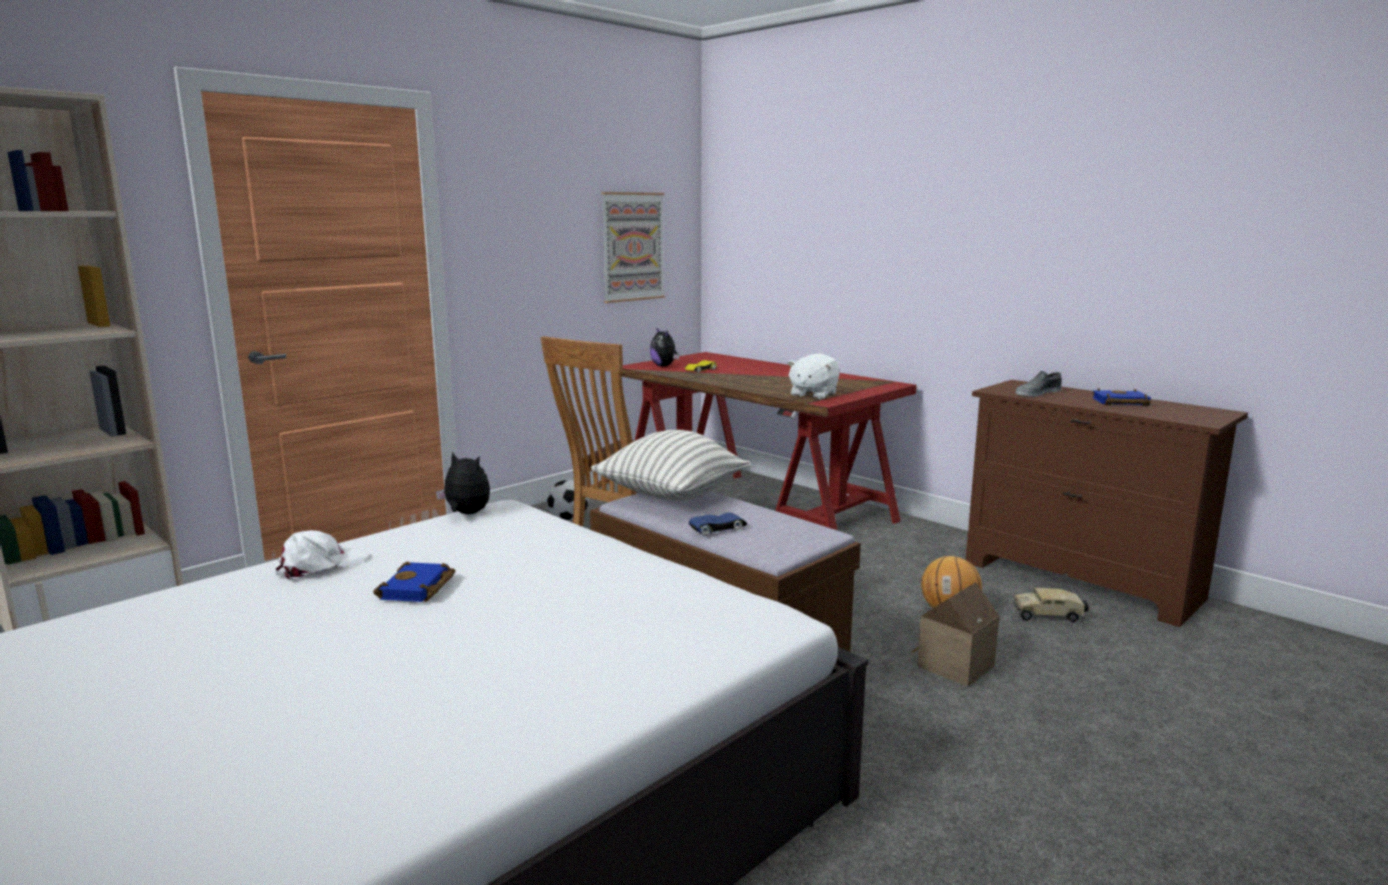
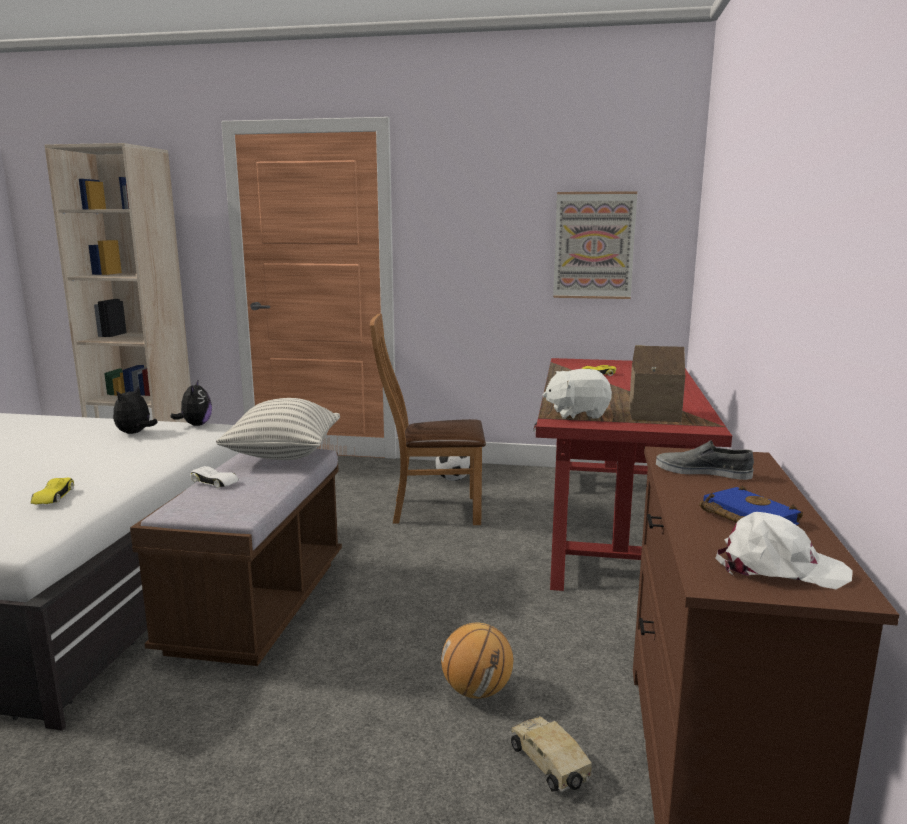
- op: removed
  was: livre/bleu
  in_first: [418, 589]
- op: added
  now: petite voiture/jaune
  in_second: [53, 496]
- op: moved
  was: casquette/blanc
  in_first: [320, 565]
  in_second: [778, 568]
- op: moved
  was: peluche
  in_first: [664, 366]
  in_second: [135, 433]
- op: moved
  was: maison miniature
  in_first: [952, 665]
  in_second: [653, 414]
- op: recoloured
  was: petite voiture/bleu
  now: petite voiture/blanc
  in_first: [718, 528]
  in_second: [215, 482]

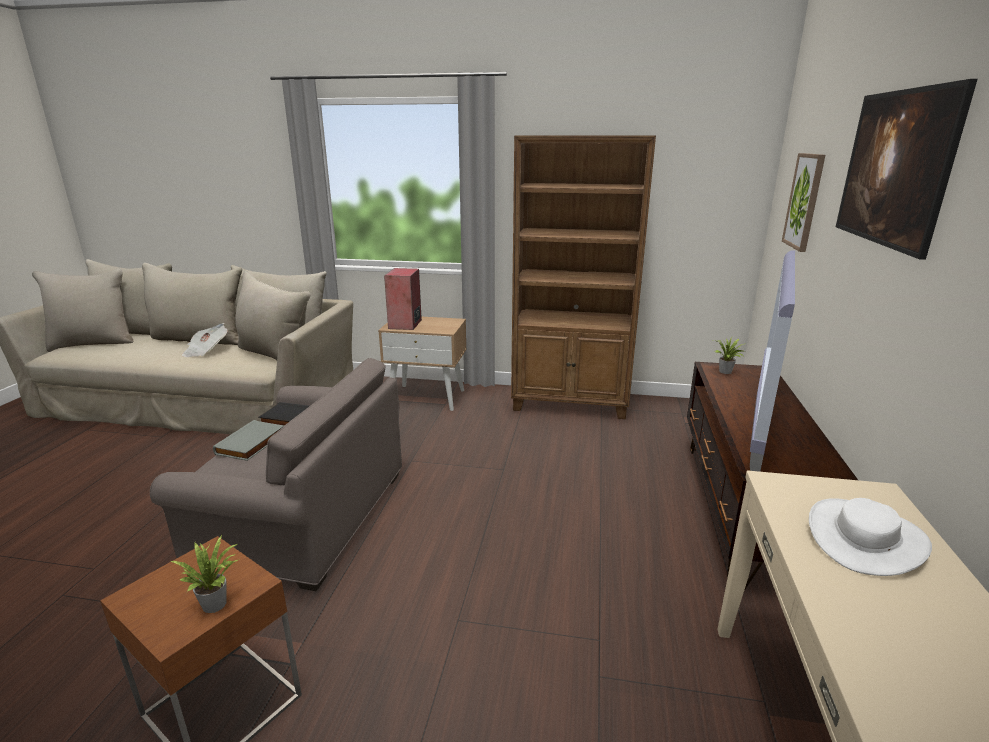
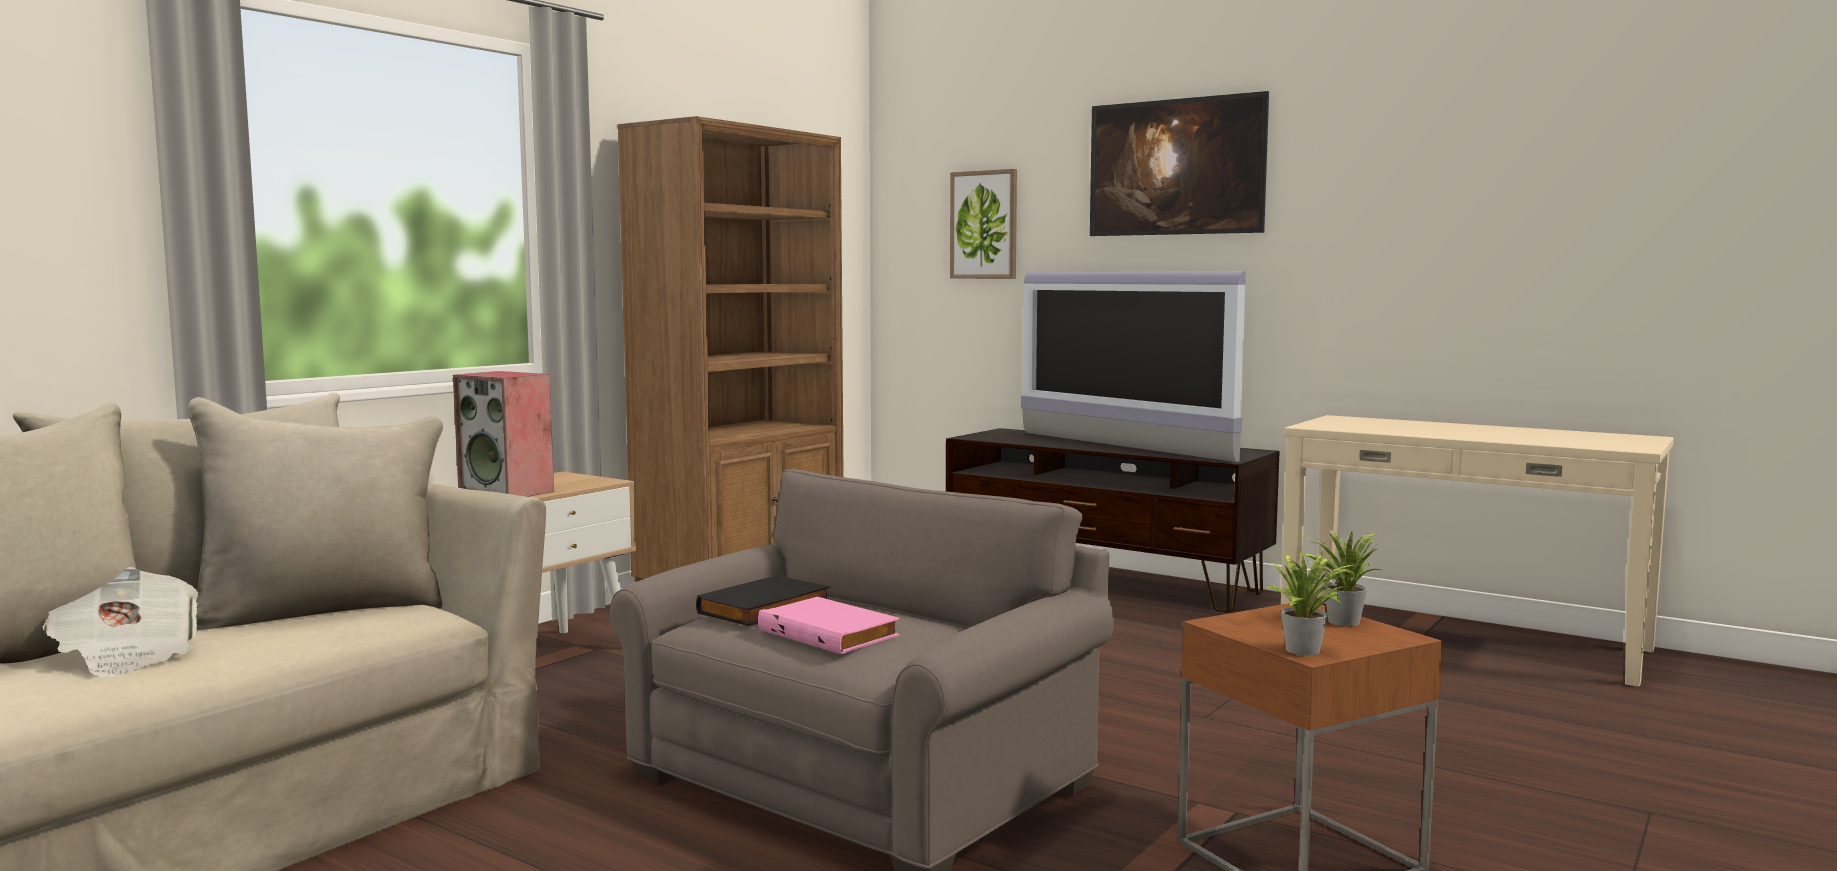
- op: removed
  was: chapeau/blanc
  in_first: [865, 538]
- op: moved
  was: plante en pot
  in_first: [726, 372]
  in_second: [1307, 651]
- op: recoloured
  was: livre/gris
  now: livre/rose
  in_first: [252, 444]
  in_second: [831, 632]

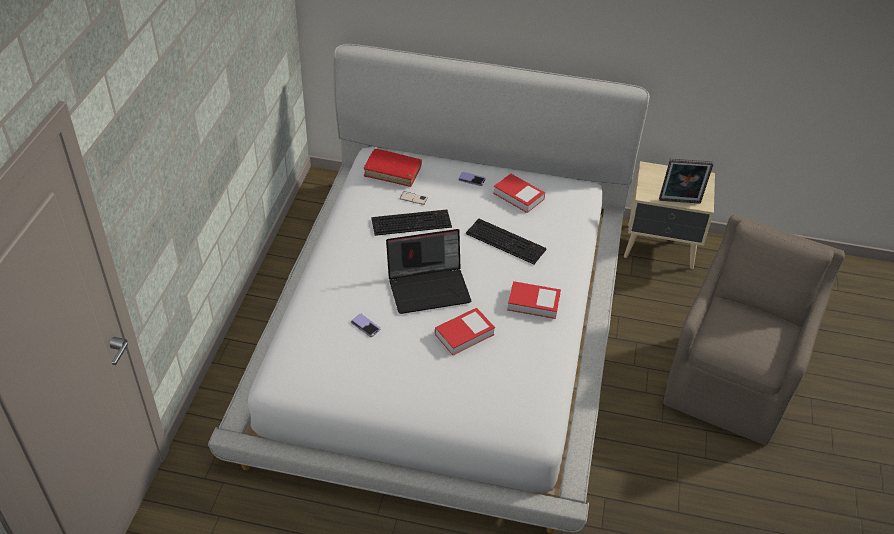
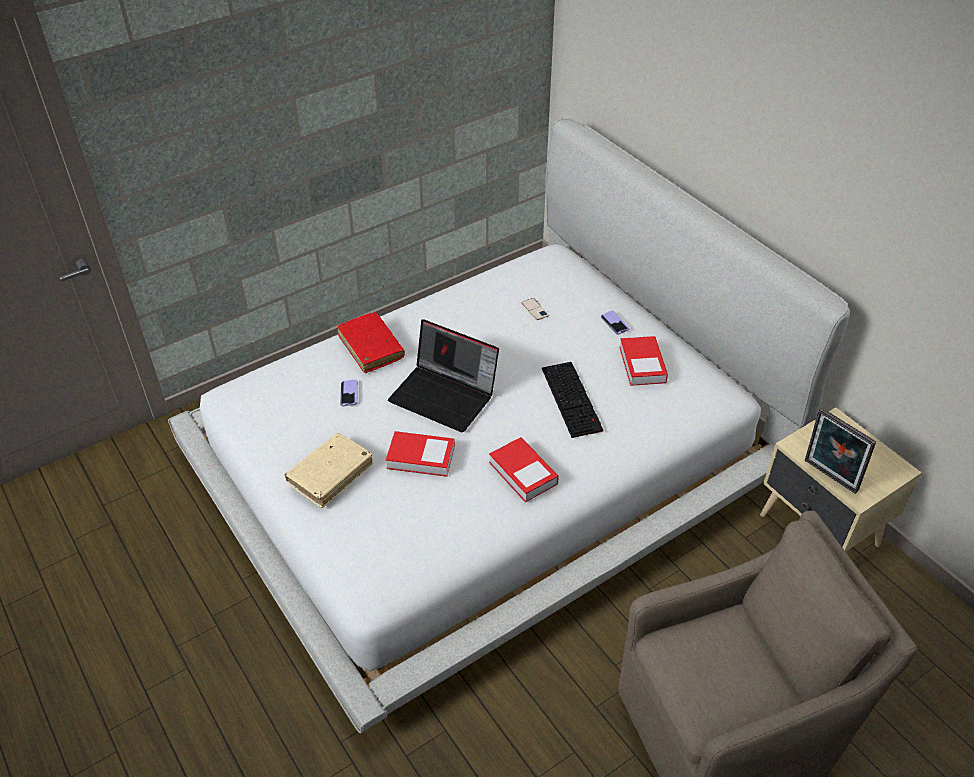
- op: removed
  was: clavier
  in_first: [412, 222]
- op: added
  now: livre/beige
  in_second: [330, 474]
- op: moved
  was: livre/rouge
  in_first: [392, 172]
  in_second: [371, 348]

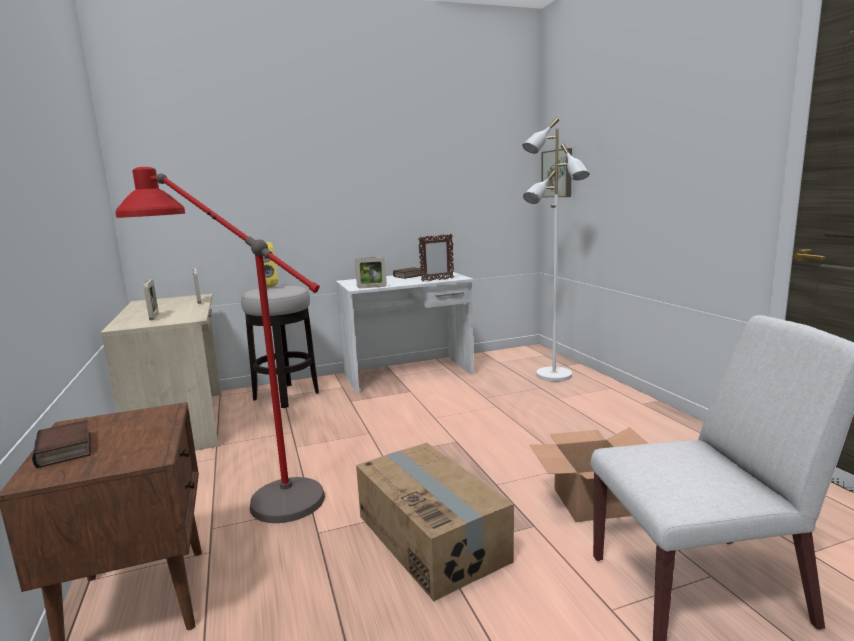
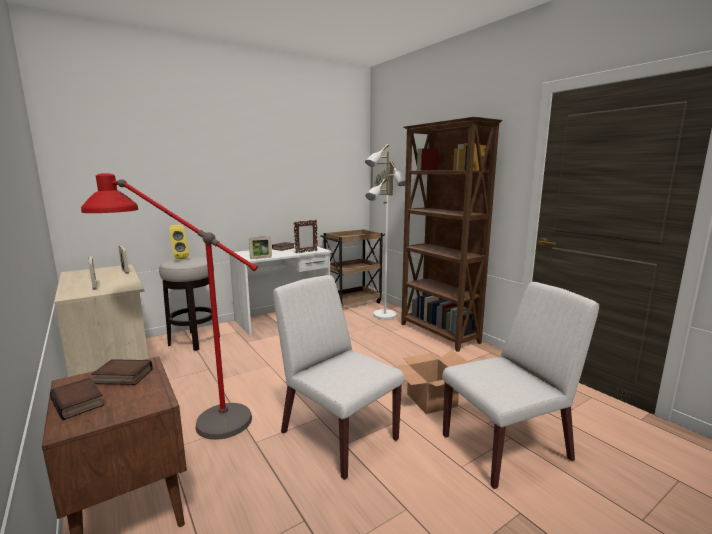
- op: added
  now: livre
  in_second: [122, 377]
- op: added
  now: chariot/marron
  in_second: [353, 302]
- op: added
  now: bibliothèque/marron
  in_second: [439, 333]
- op: replaced
  was: carton
  now: chaise/blanc
  in_first: [432, 537]
  in_second: [337, 435]

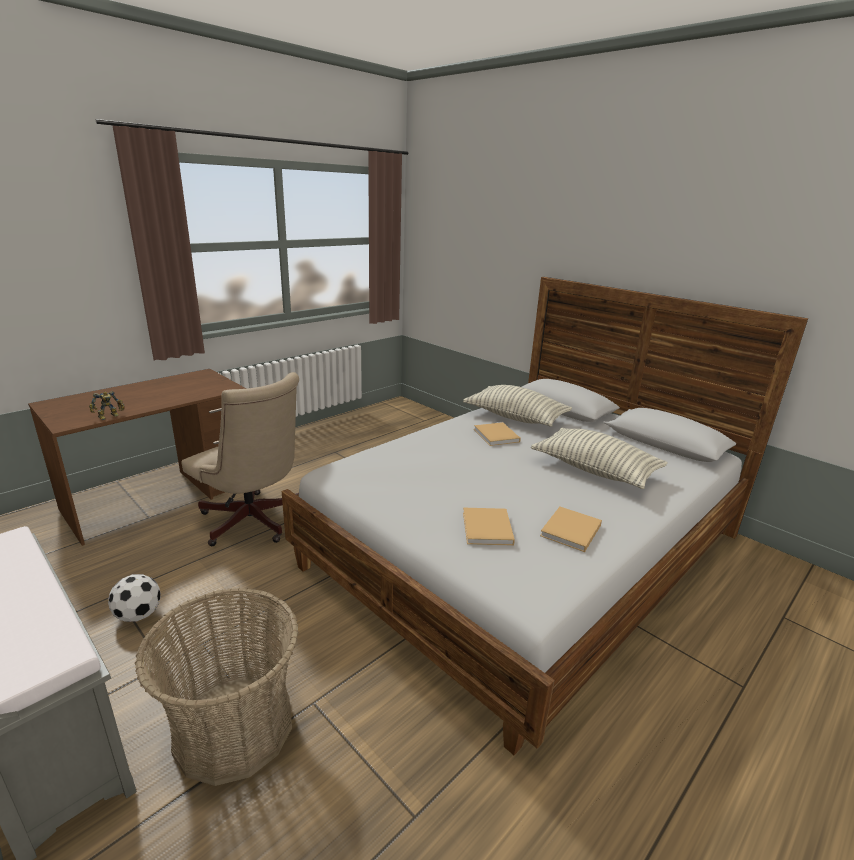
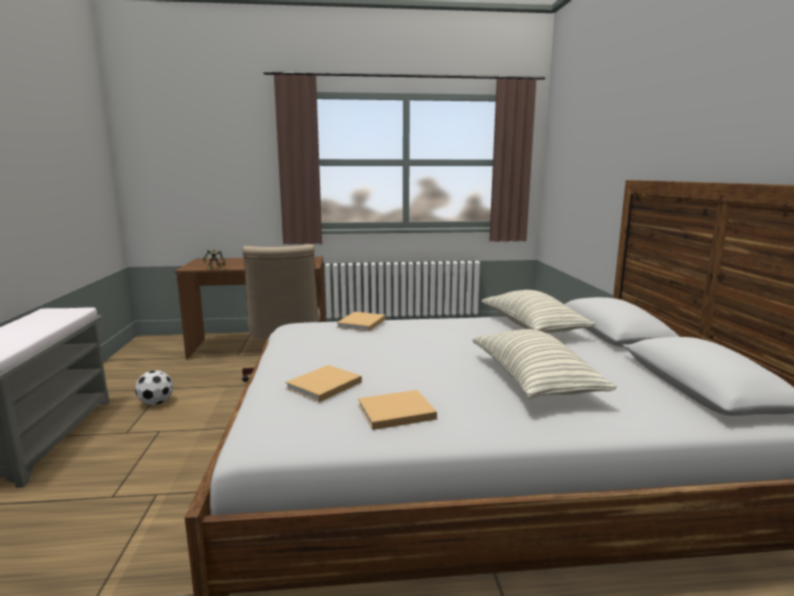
- op: removed
  was: panier
  in_first: [233, 727]
- op: moved
  was: livre/beige
  in_first: [497, 436]
  in_second: [361, 323]

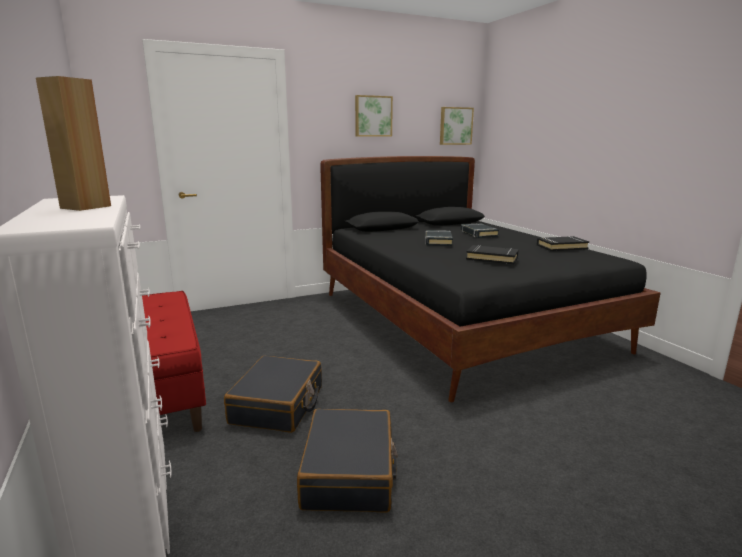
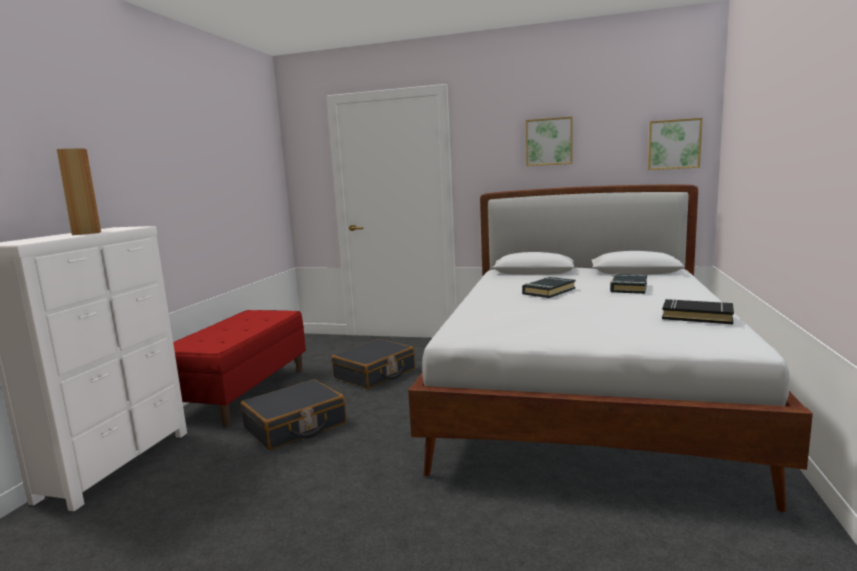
- op: removed
  was: livre/noir
  in_first: [492, 258]
- op: moved
  was: valise/noir
  in_first: [349, 473]
  in_second: [375, 374]
- op: recoloured
  was: lit/noir
  now: lit/blanc
  in_first: [459, 321]
  in_second: [585, 398]

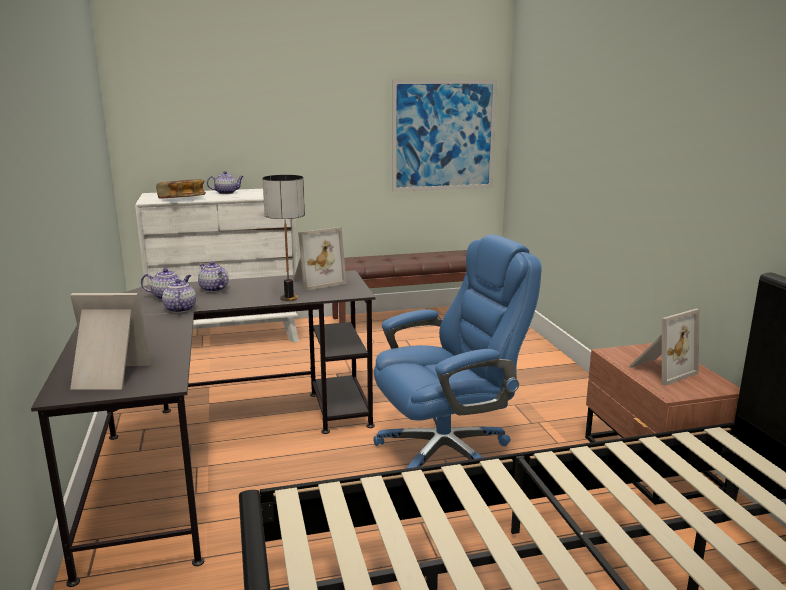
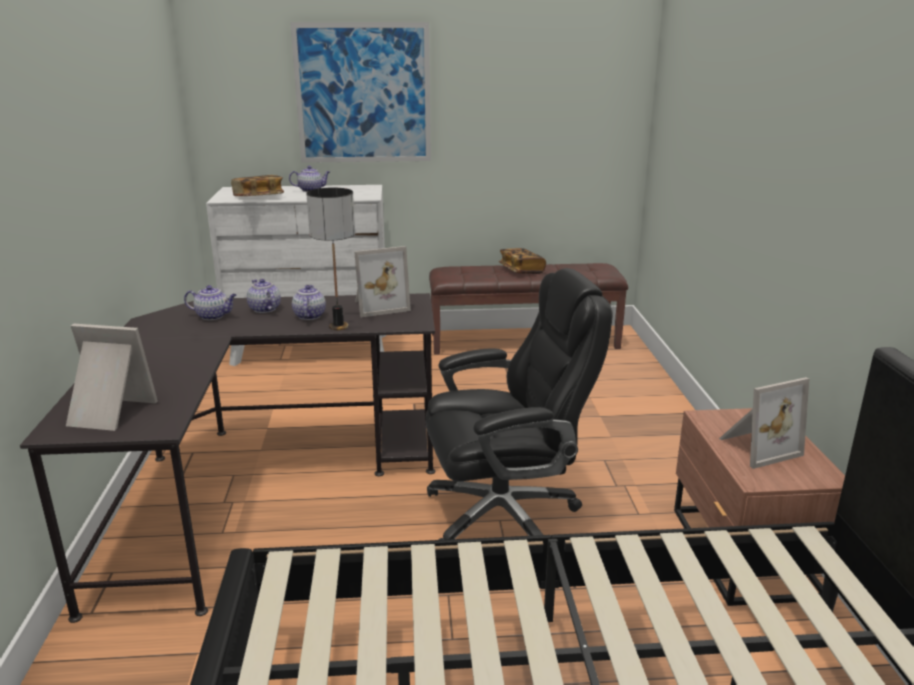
- op: added
  now: livre
  in_second: [521, 270]
- op: moved
  was: théière
  in_first: [180, 309]
  in_second: [309, 316]
- op: moved
  was: tableau
  in_first: [444, 135]
  in_second: [363, 94]
- op: recoloured
  was: chaise de bureau/bleu
  now: chaise de bureau/noir
  in_first: [447, 454]
  in_second: [505, 515]

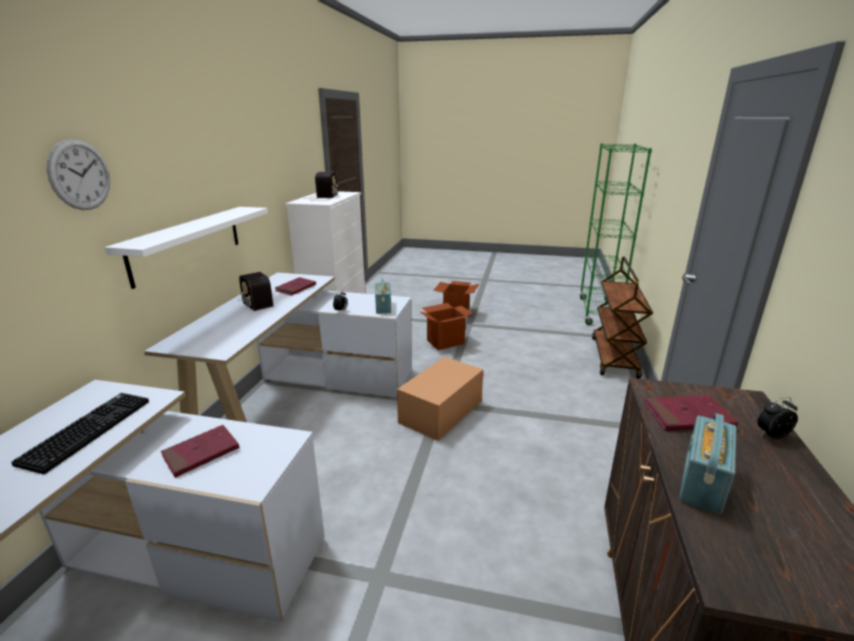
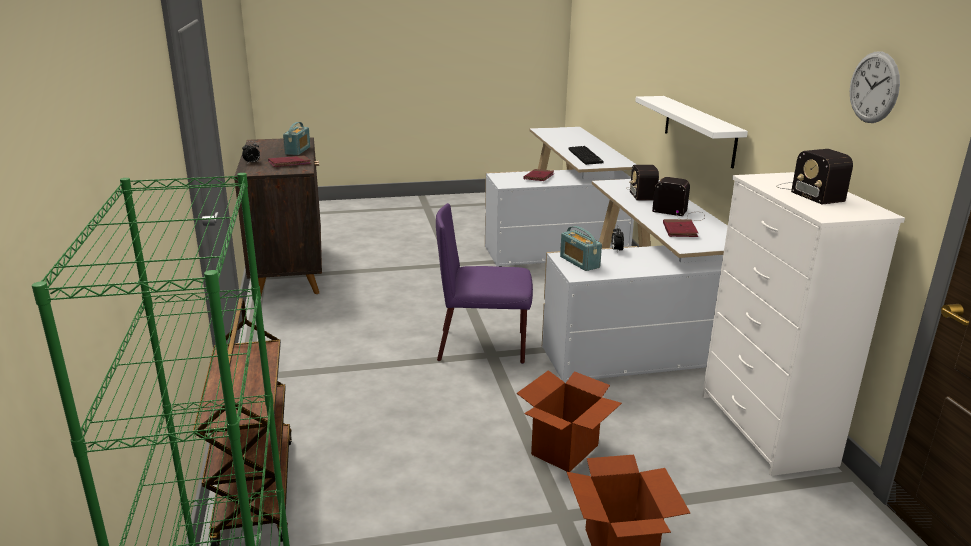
- op: added
  now: radio
  in_second: [642, 193]
- op: moved
  was: horloge murale
  in_first: [80, 175]
  in_second: [874, 87]
- op: replaced
  was: carton
  now: chaise/violet
  in_first: [441, 411]
  in_second: [484, 346]

